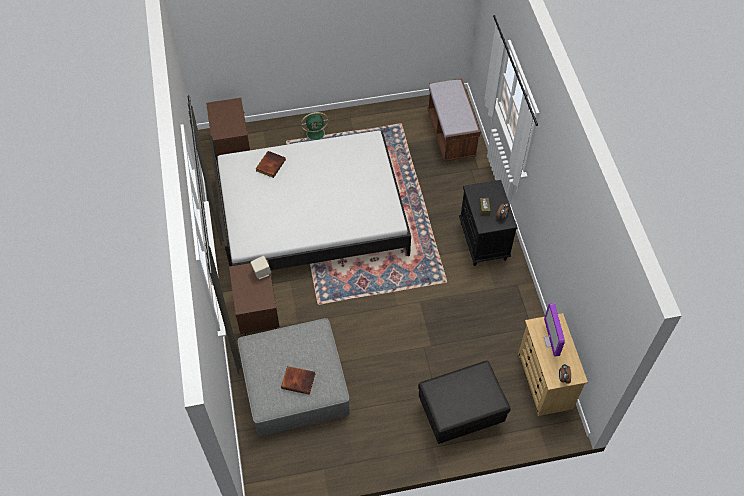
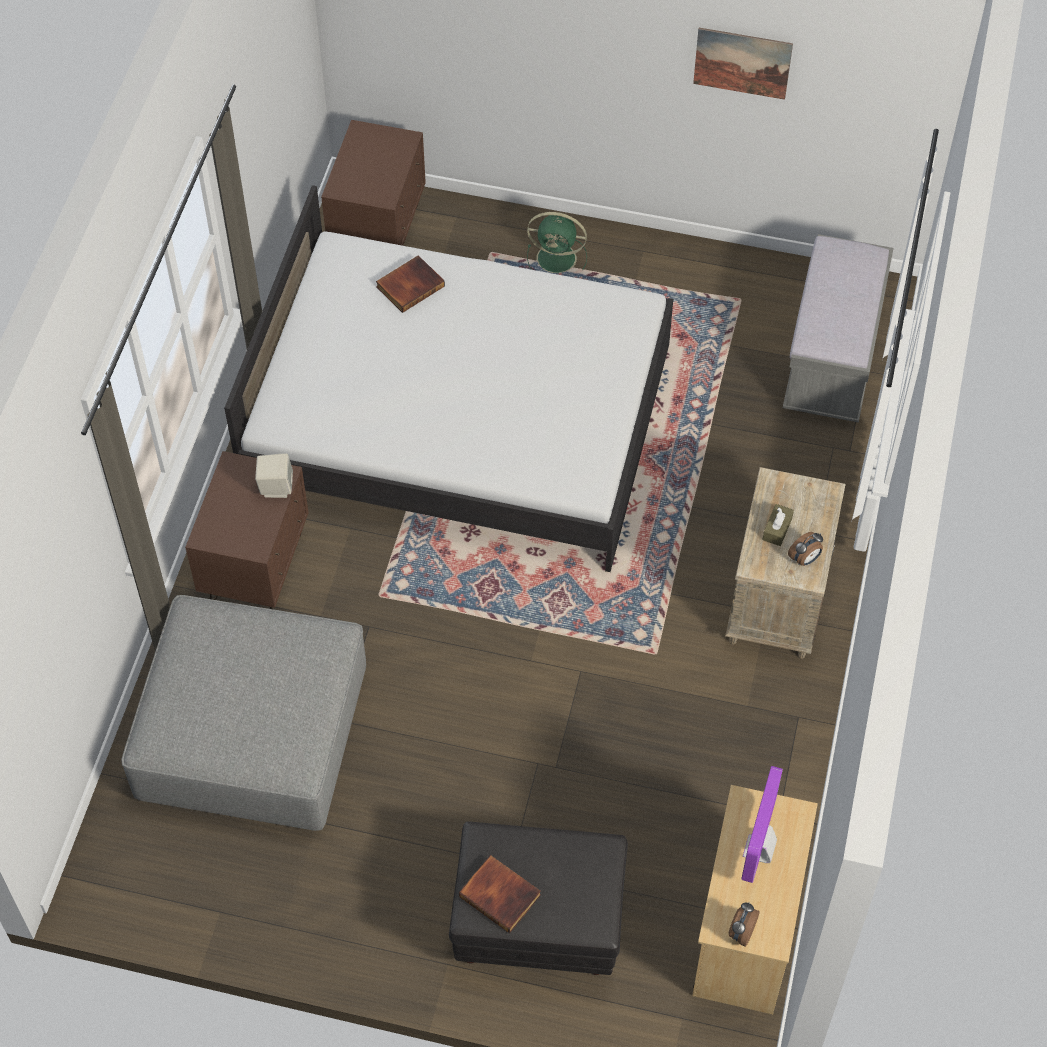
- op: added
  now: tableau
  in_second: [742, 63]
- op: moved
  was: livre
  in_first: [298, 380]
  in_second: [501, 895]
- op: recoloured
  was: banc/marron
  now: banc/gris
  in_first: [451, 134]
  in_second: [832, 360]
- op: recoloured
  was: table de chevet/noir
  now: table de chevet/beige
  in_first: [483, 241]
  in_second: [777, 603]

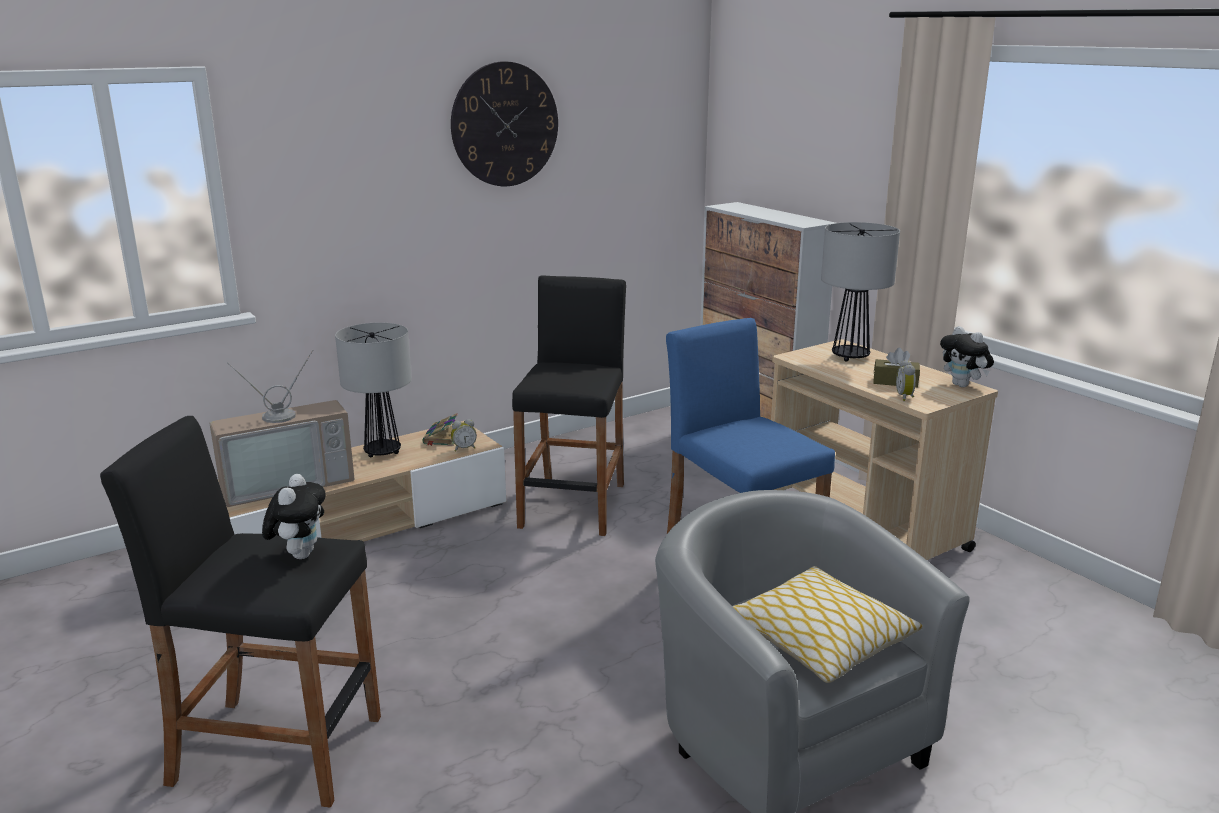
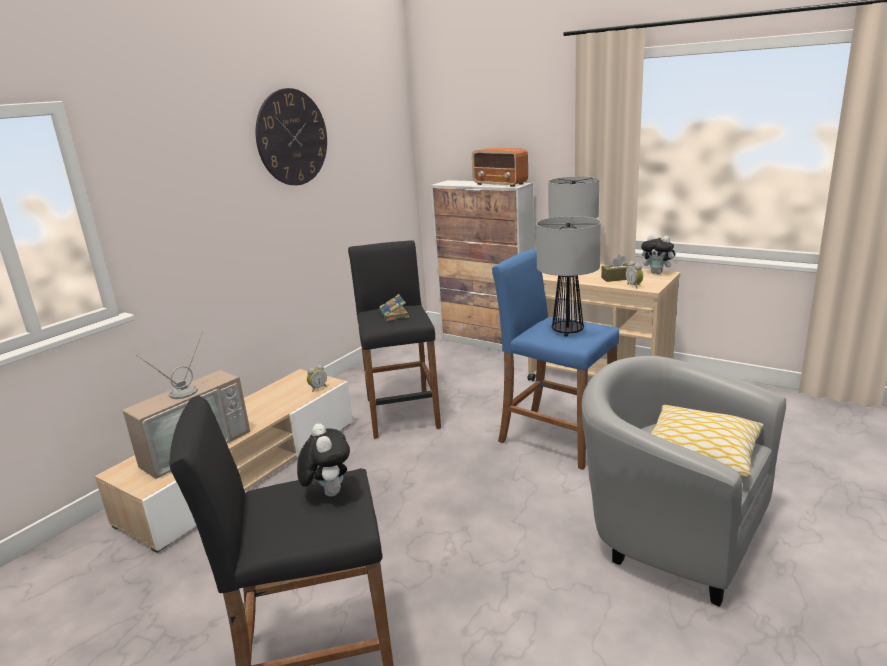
- op: added
  now: radio
  in_second: [500, 184]
- op: moved
  was: lampe de table
  in_first: [383, 452]
  in_second: [568, 331]
- op: moved
  was: livre
  in_first: [442, 438]
  in_second: [394, 315]

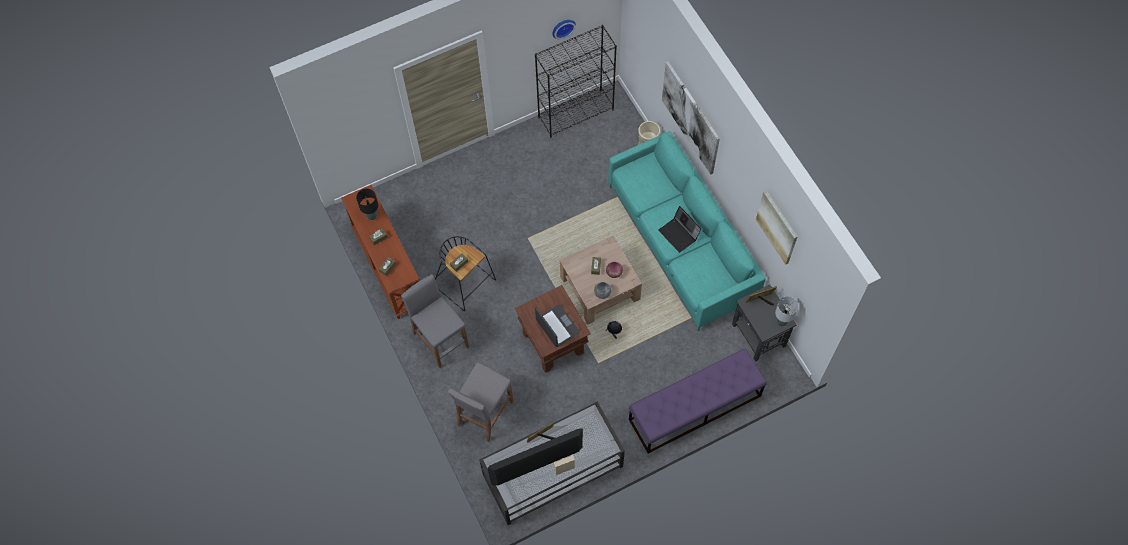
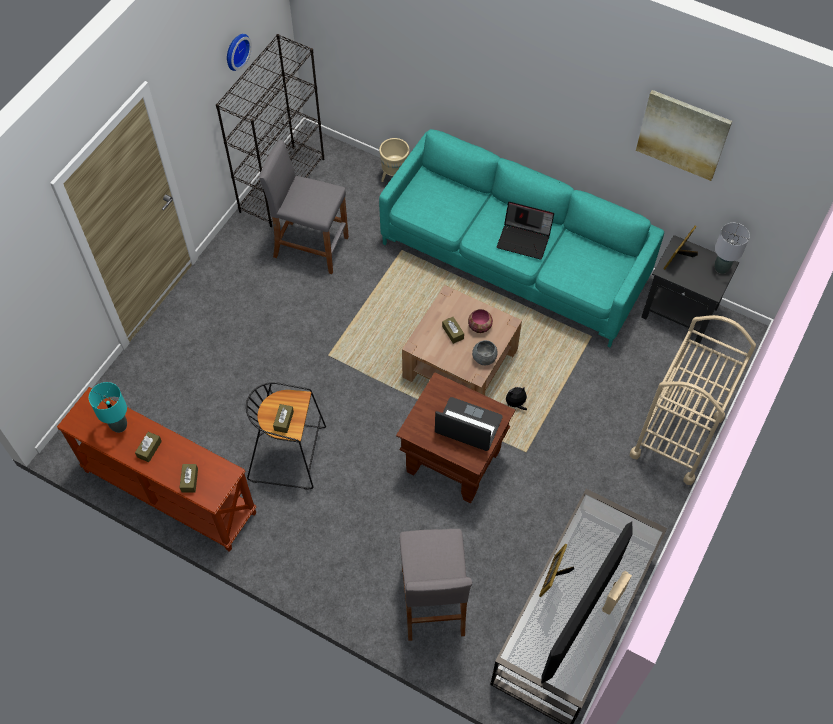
- op: removed
  was: tableau
  in_first: [690, 117]
- op: moved
  was: tabouret/gris
  in_first: [440, 340]
  in_second: [310, 247]
- op: replaced
  was: banc/violet
  now: chariot/beige
  in_first: [694, 408]
  in_second: [677, 436]
- op: recoloured
  was: lampe de table/noir
  now: lampe de table/turquoise
  in_first: [371, 216]
  in_second: [119, 426]

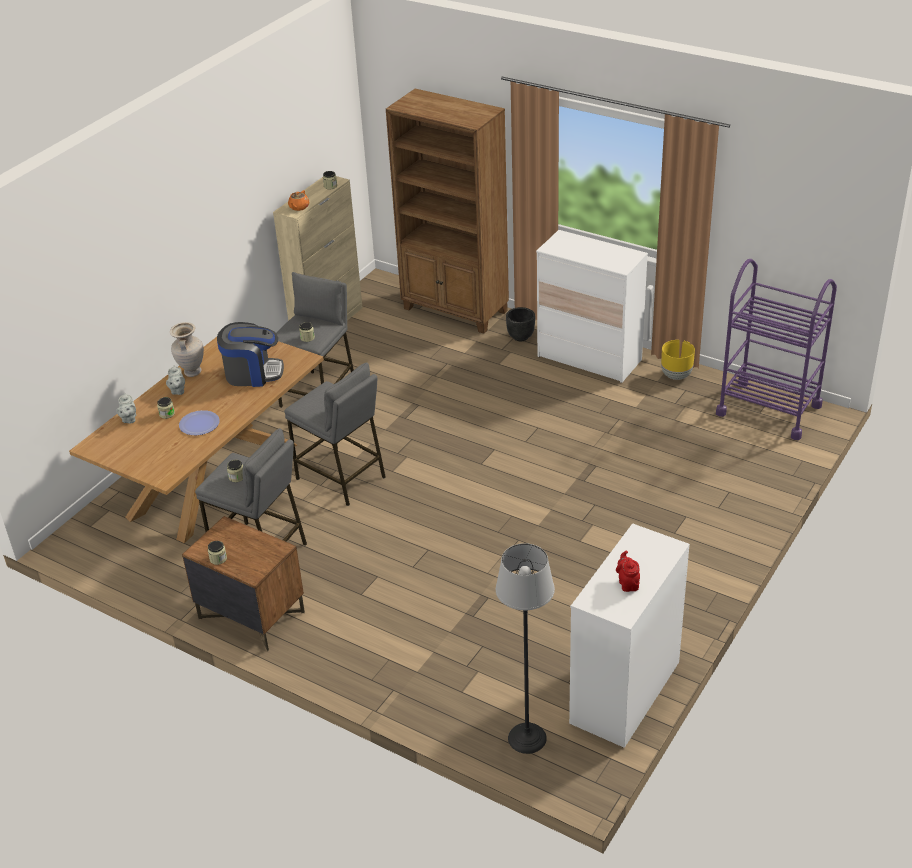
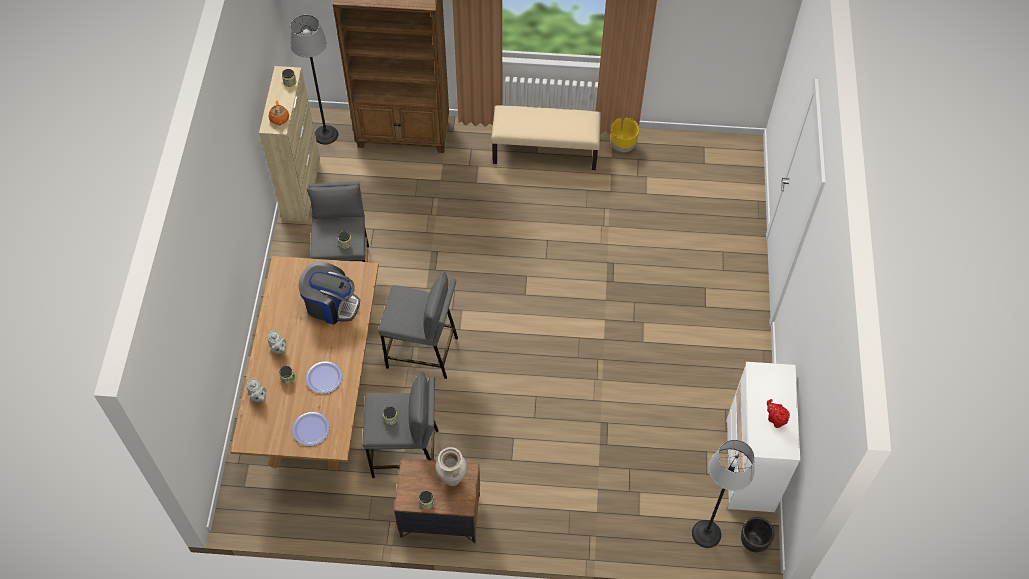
- op: removed
  was: chariot/violet
  in_first: [768, 409]
- op: added
  now: lampadaire
  in_second: [326, 135]
- op: added
  now: assiette
  in_second: [311, 429]
- op: moved
  was: vase/beige
  in_first: [192, 372]
  in_second: [452, 479]
- op: moved
  was: cache-pot/noir
  in_first: [520, 337]
  in_second: [753, 542]
- op: replaced
  was: commode/blanc
  now: banc/beige
  in_first: [589, 358]
  in_second: [545, 151]
- op: turned
  was: machine à café
  in_first: [252, 373]
  in_second: [331, 305]
  clockwise: 45

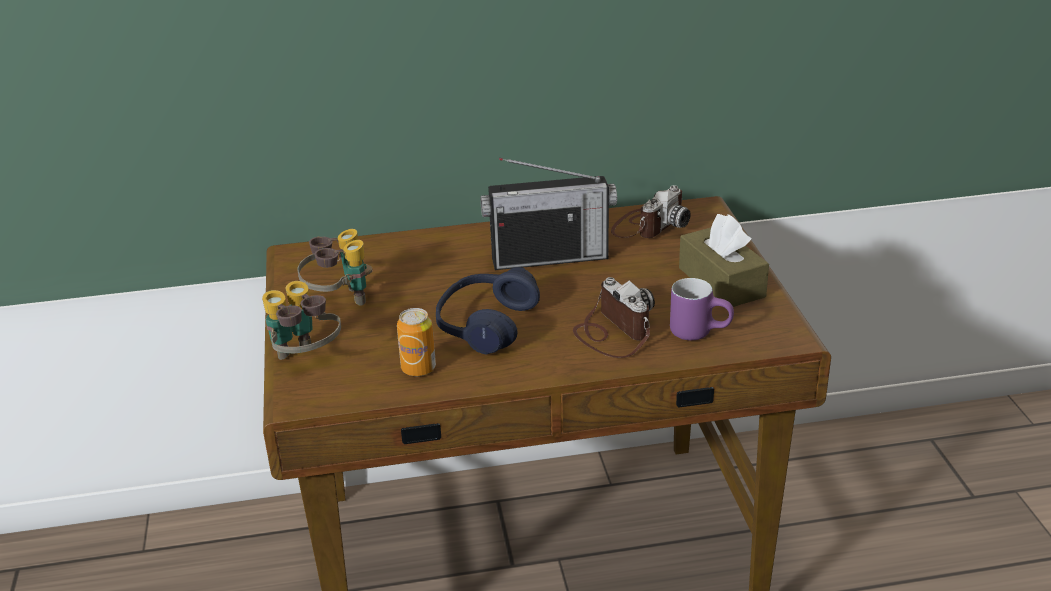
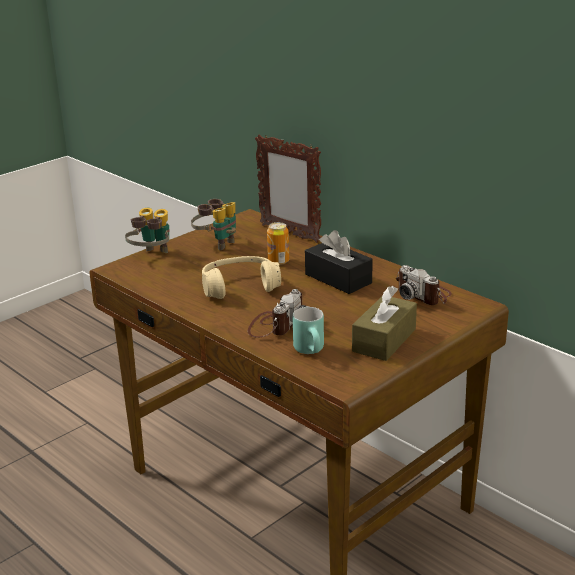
- op: added
  now: cadre photo
  in_second: [289, 233]
- op: moved
  was: boîte métallique
  in_first: [418, 369]
  in_second: [278, 261]
- op: replaced
  was: radio
  now: boîte à mouchoirs/noir
  in_first: [549, 257]
  in_second: [338, 279]
- op: recoloured
  was: casque audio/bleu
  now: casque audio/beige
  in_first: [486, 324]
  in_second: [240, 287]
- op: recoloured
  was: mug/violet
  now: mug/turquoise
  in_first: [700, 331]
  in_second: [312, 351]
- op: turned
  was: appareil photo
  in_first: [648, 225]
  in_second: [423, 294]
  clockwise: 45

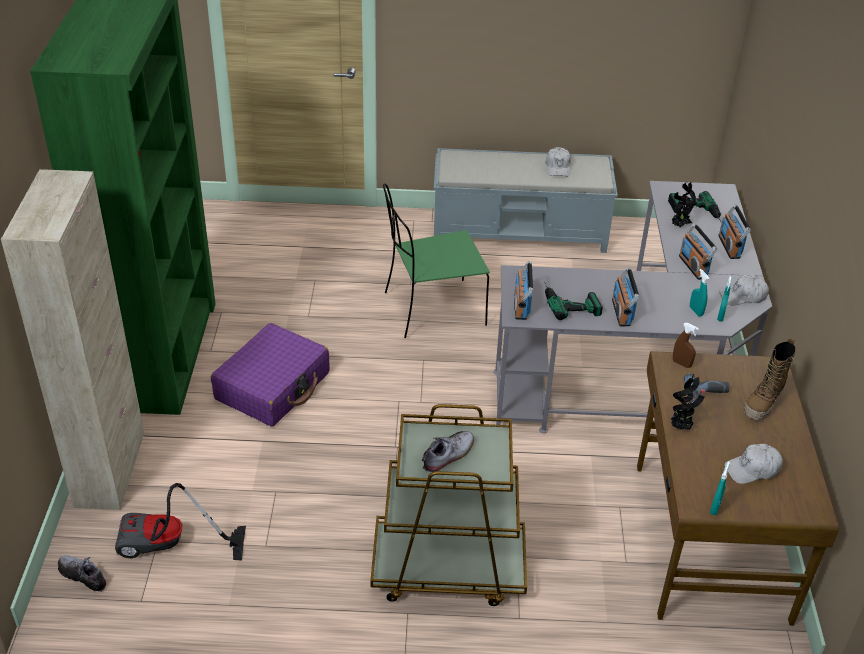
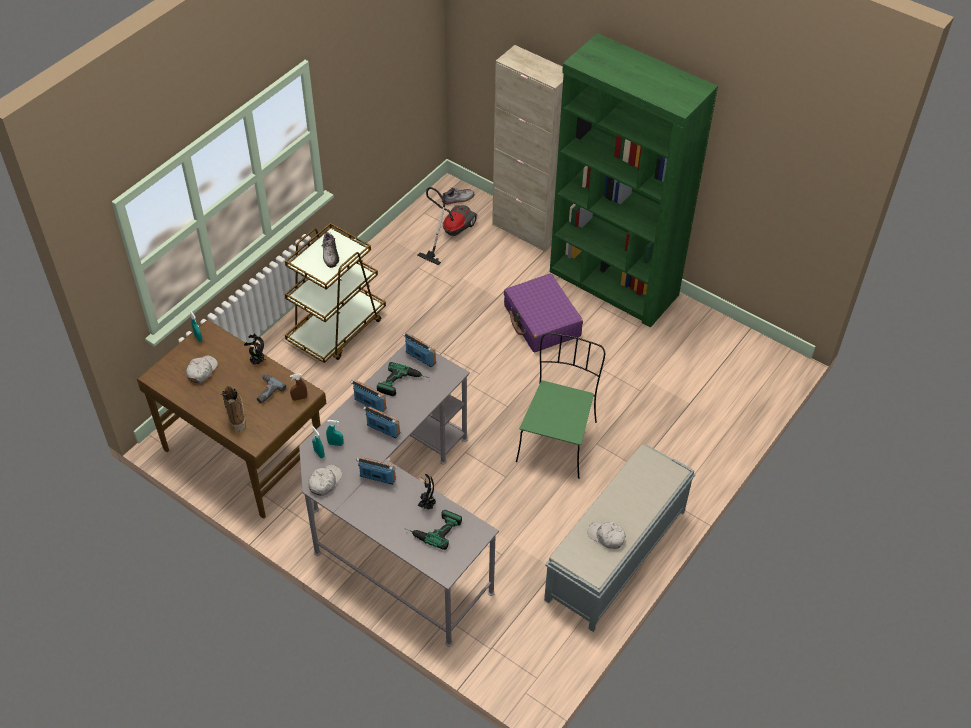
- op: moved
  was: radio
  in_first: [729, 246]
  in_second: [383, 429]

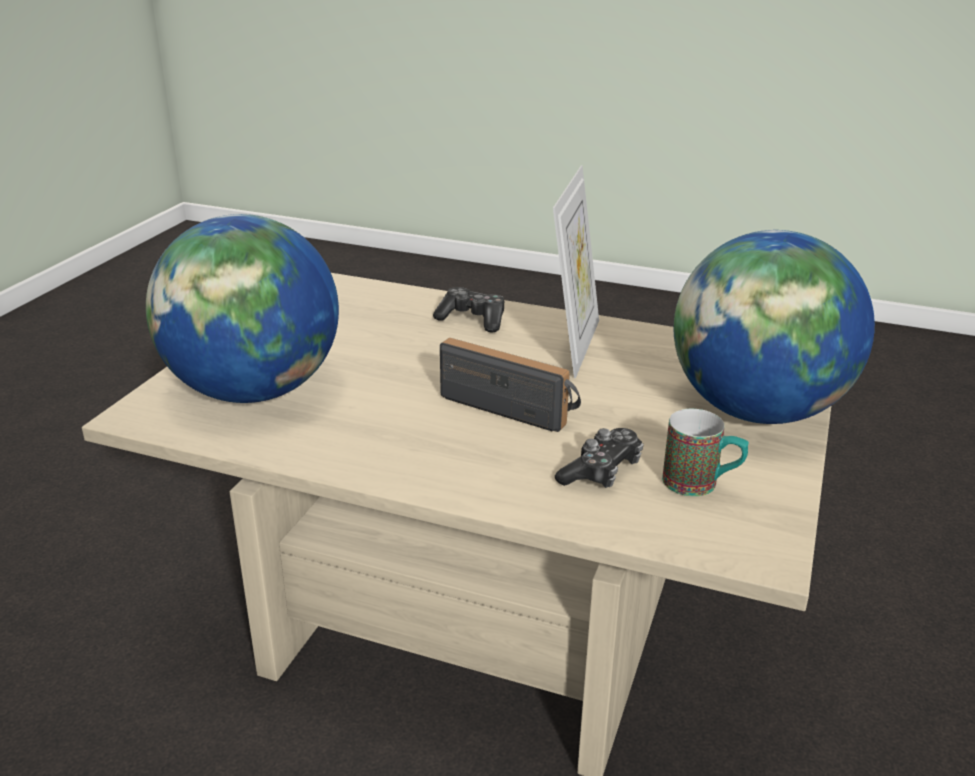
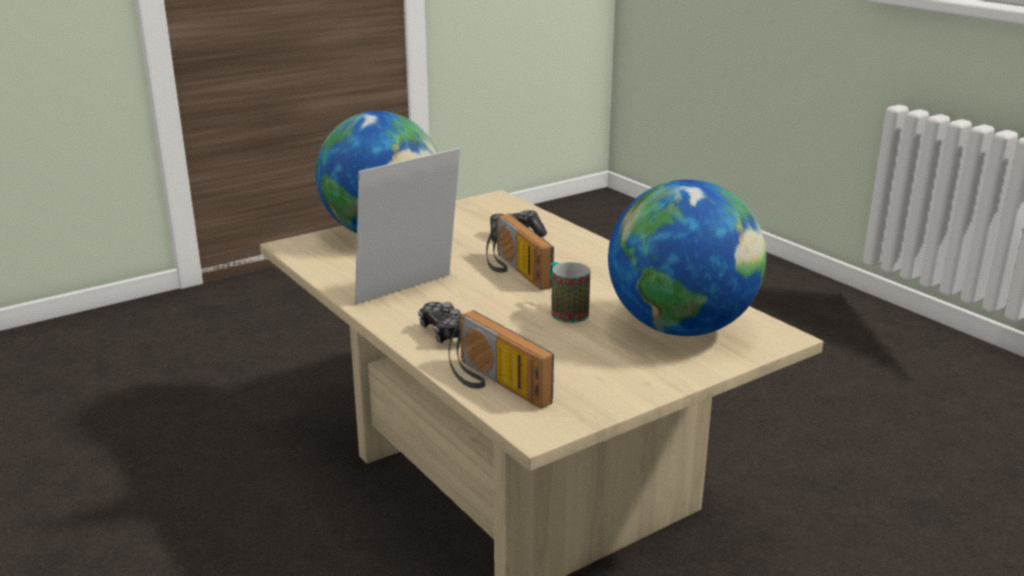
- op: added
  now: radio
  in_second: [493, 384]
- op: moved
  was: mug
  in_first: [701, 485]
  in_second: [565, 311]

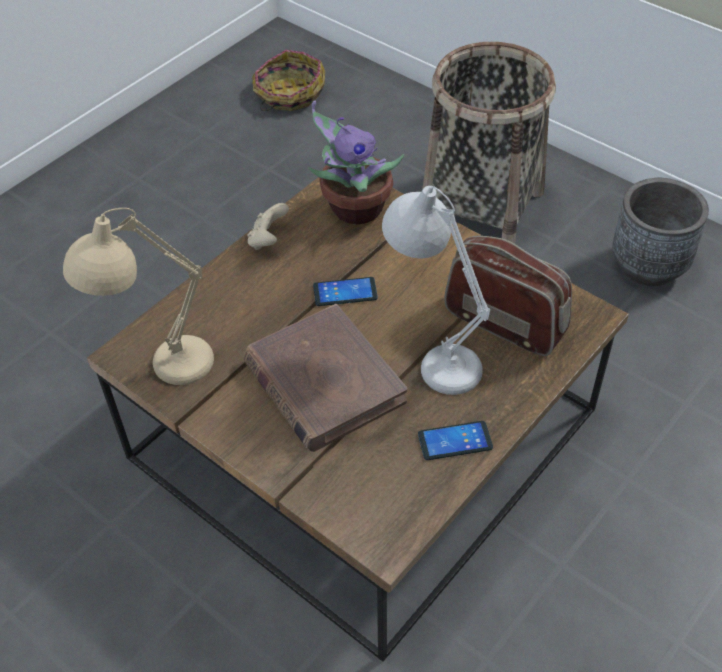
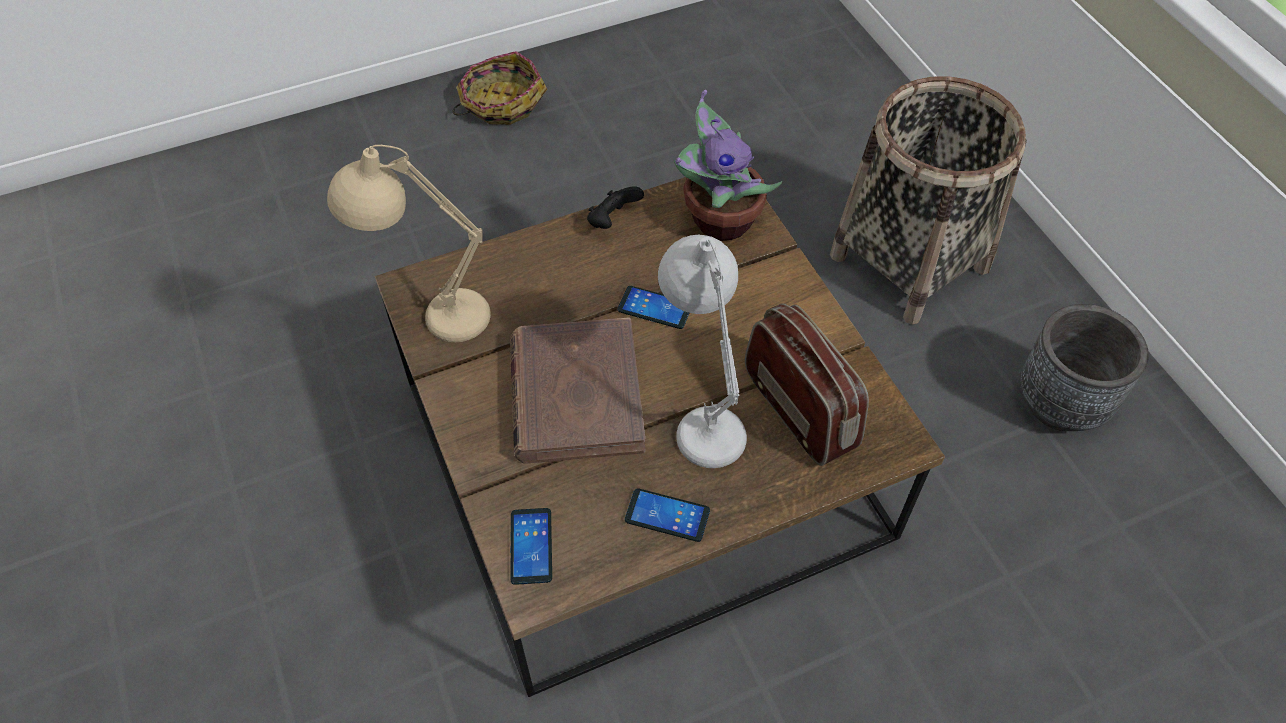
- op: added
  now: téléphone
  in_second: [531, 546]
- op: moved
  was: panier
  in_first: [288, 94]
  in_second: [501, 103]
- op: recoloured
  was: manette/beige
  now: manette/noir
  in_first: [268, 240]
  in_second: [613, 221]

